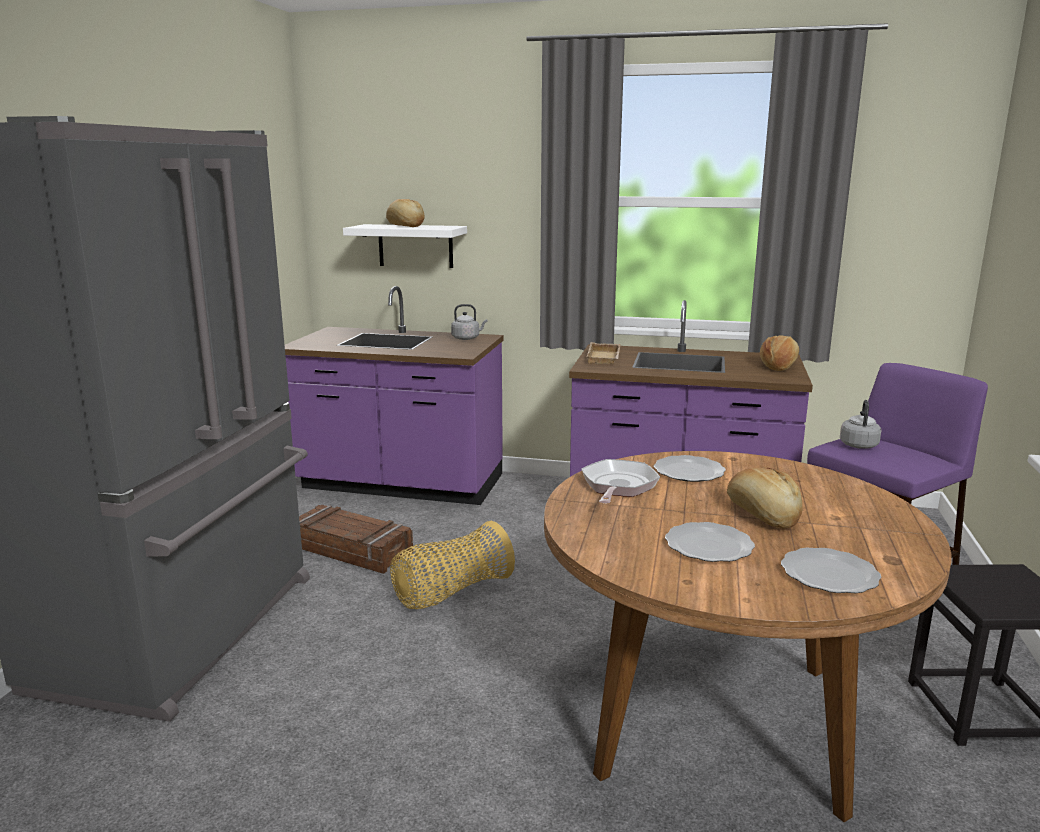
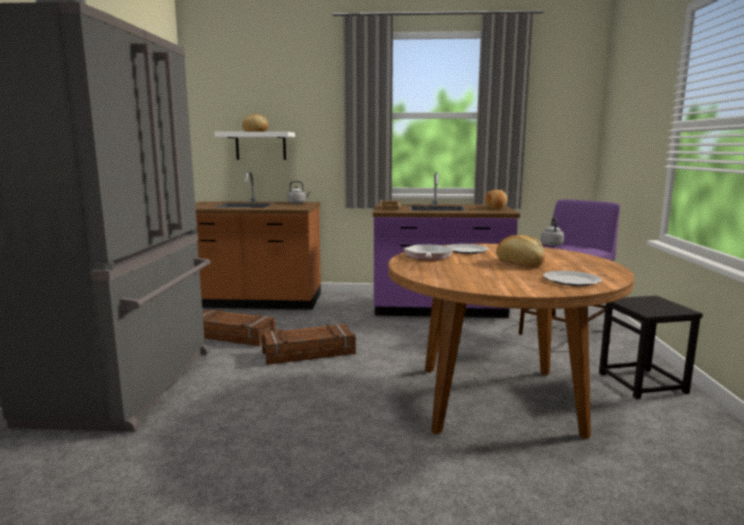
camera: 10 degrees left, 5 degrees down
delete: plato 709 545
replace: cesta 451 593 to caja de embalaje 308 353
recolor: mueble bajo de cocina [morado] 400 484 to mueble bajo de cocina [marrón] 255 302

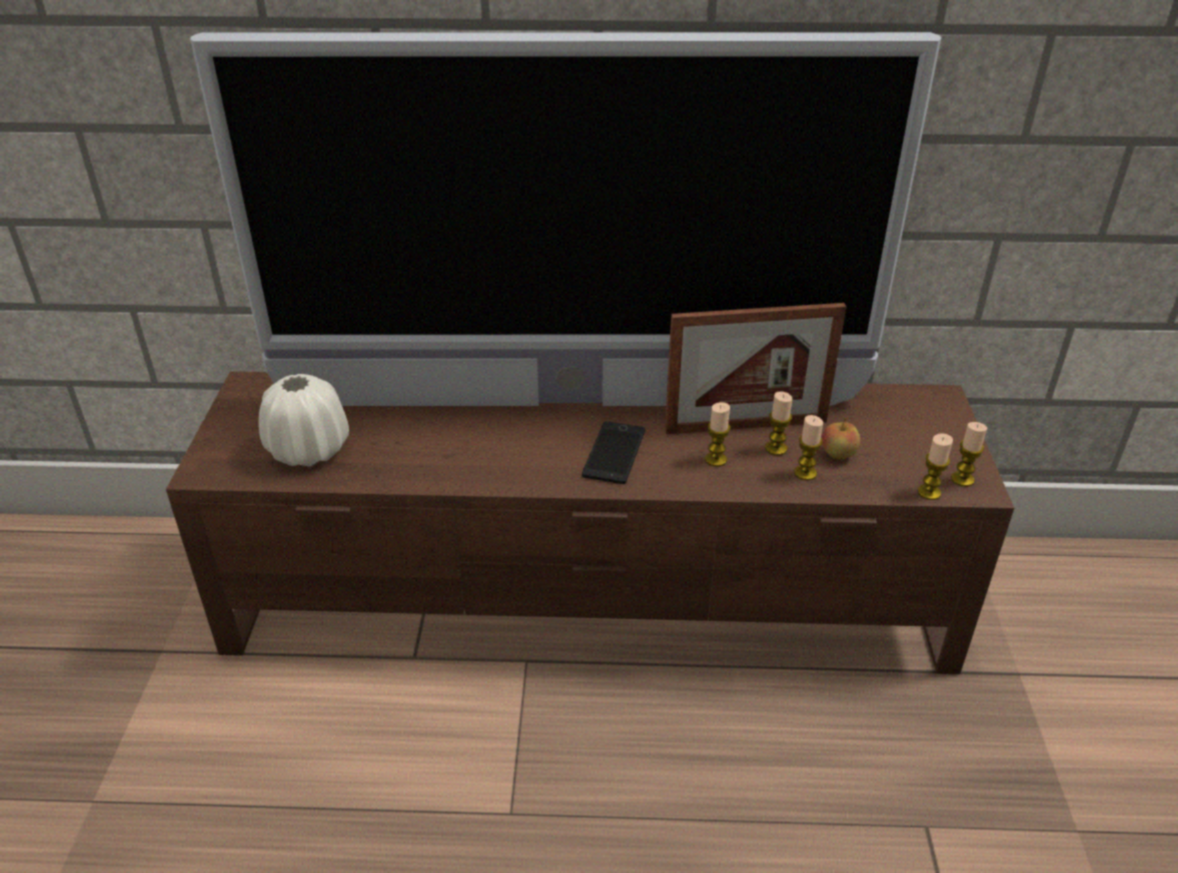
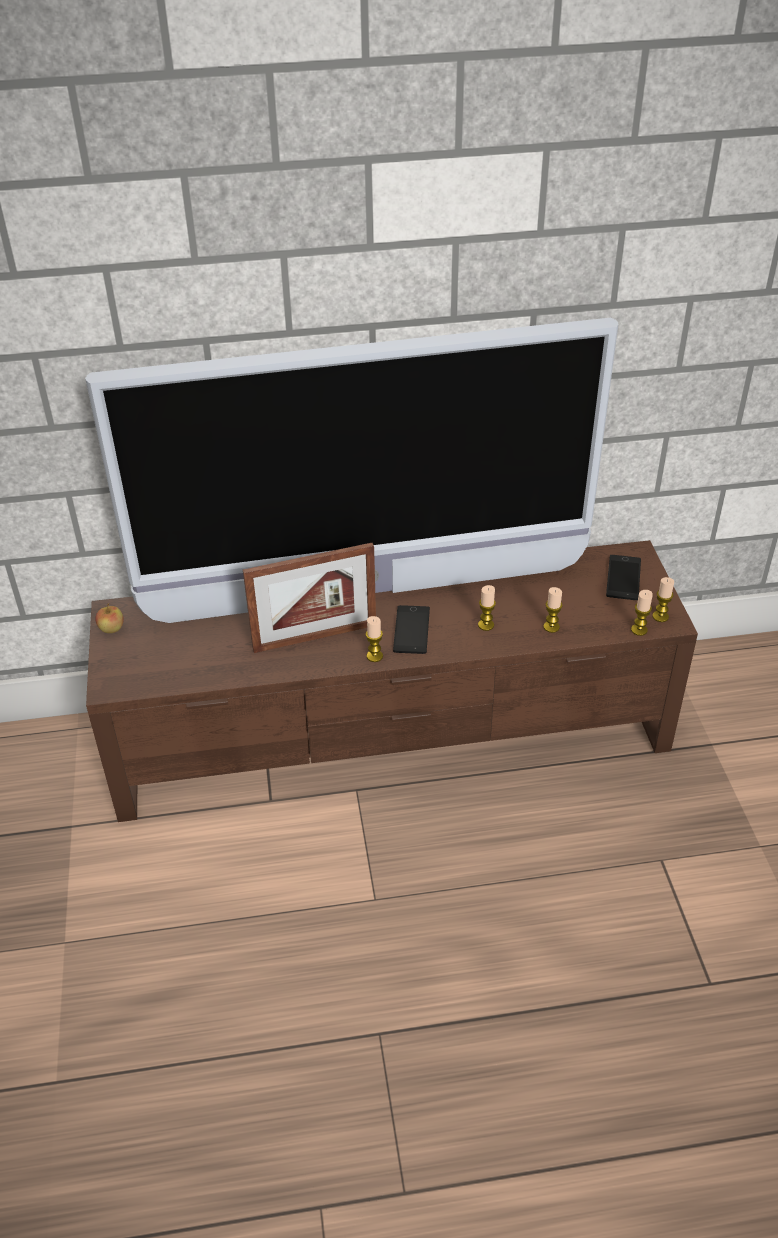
camera: 10 degrees left, 5 degrees up
delete: florero [blanco] 308 450
insert: móvil 623 578
move: portarretratos 746 426 to 315 637; vela 776 448 to 374 656; manzana 838 454 to 111 629

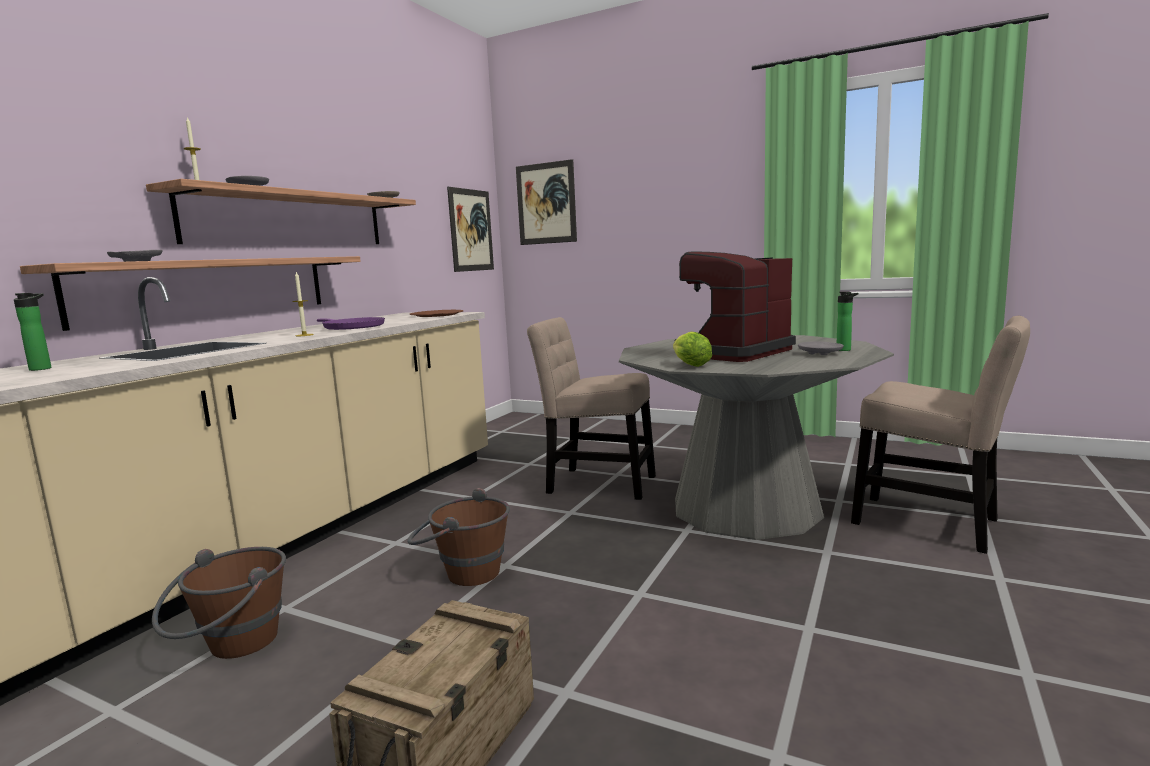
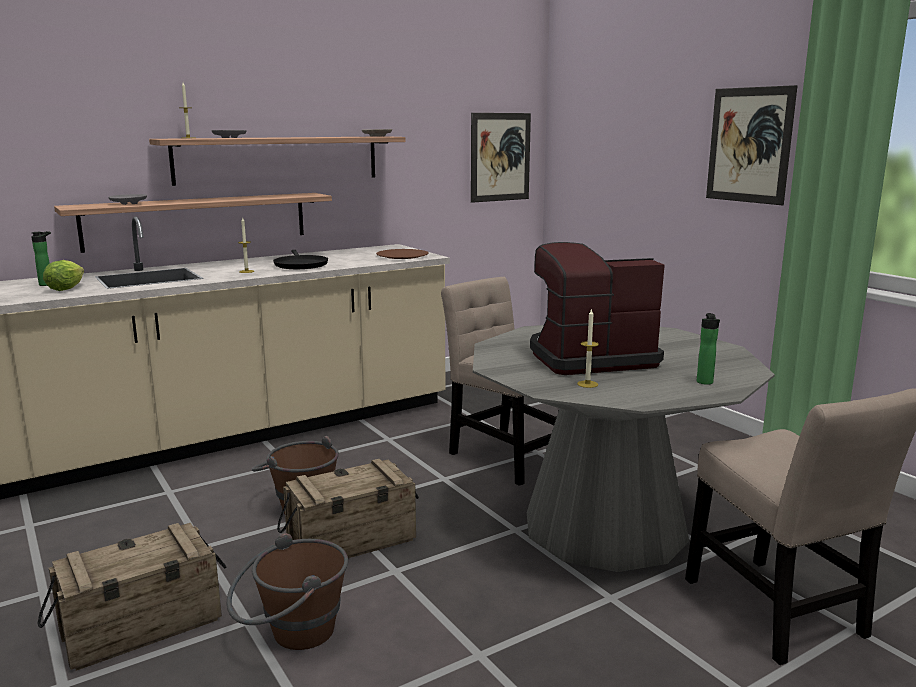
camera: 30 degrees right, 5 degrees up
delete: plato [gris] 820 353
insert: caja de embalaje 352 542; vela 587 384
move: cubo [marrón] 232 647 to 291 635; cuadro 546 203 to 749 145; lechuga 689 365 to 68 288
recolor: sartén [morado] 351 327 to sartén [negro] 300 265

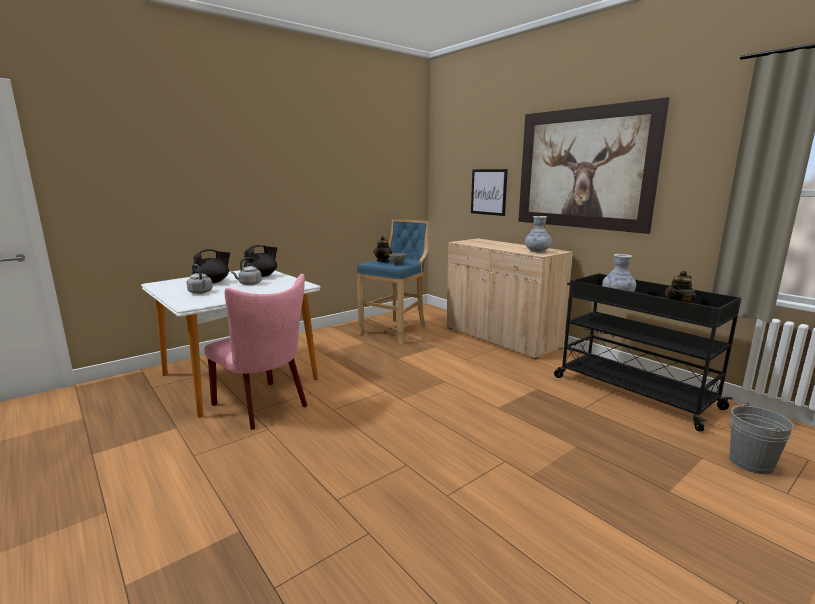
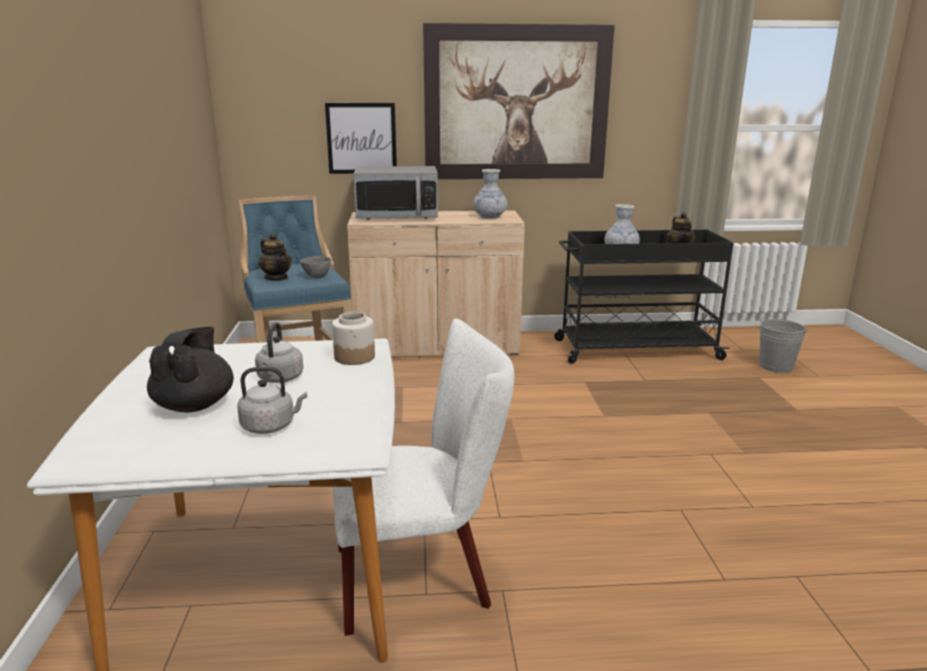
camera: 55 degrees left, 5 degrees up
delete: tetera [negro] 262 276
insert: tarro 355 357; microondas 397 216
recolor: silla [rosa] 264 406 to silla [blanco] 422 576

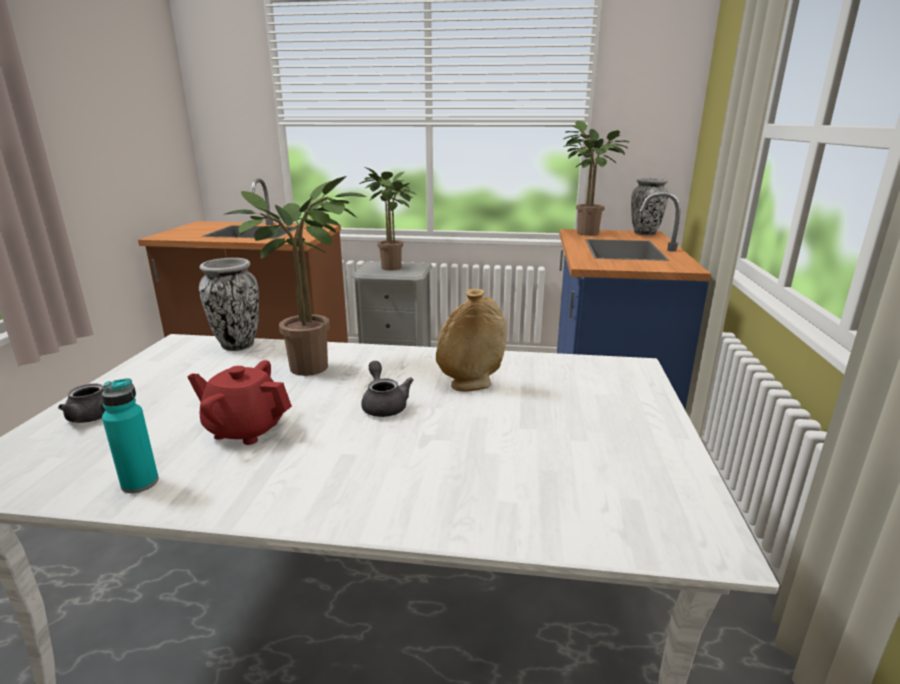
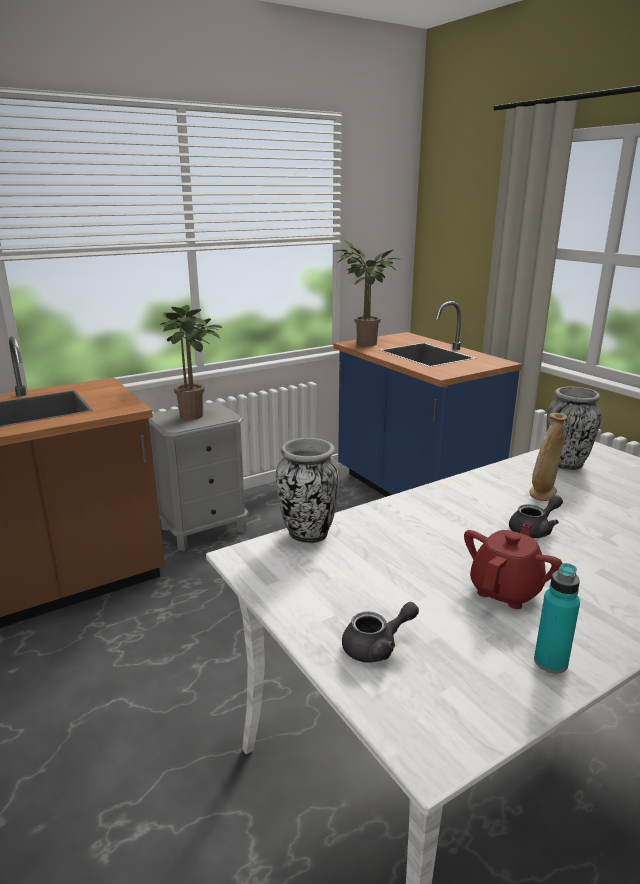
camera: 40 degrees left, 0 degrees up
delete: planta en maceta 315 365
move: florero 645 233 to 565 464
rotate: tetera [rojo] 245 429 = 506 590 150 degrees clockwise; tetera [gris] 384 405 = 534 530 120 degrees clockwise

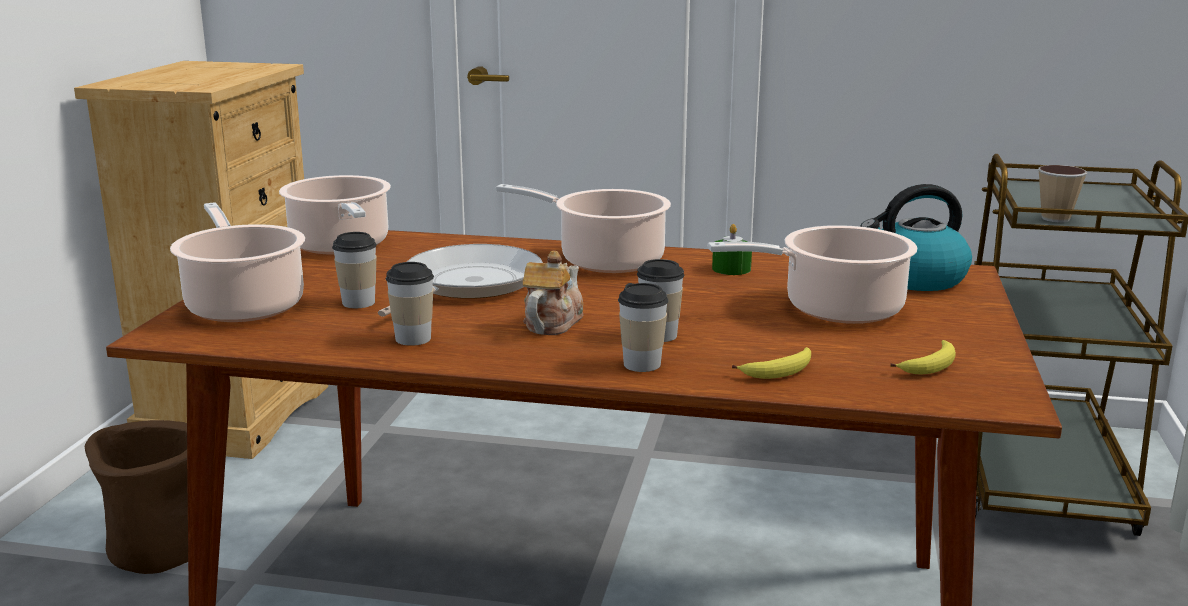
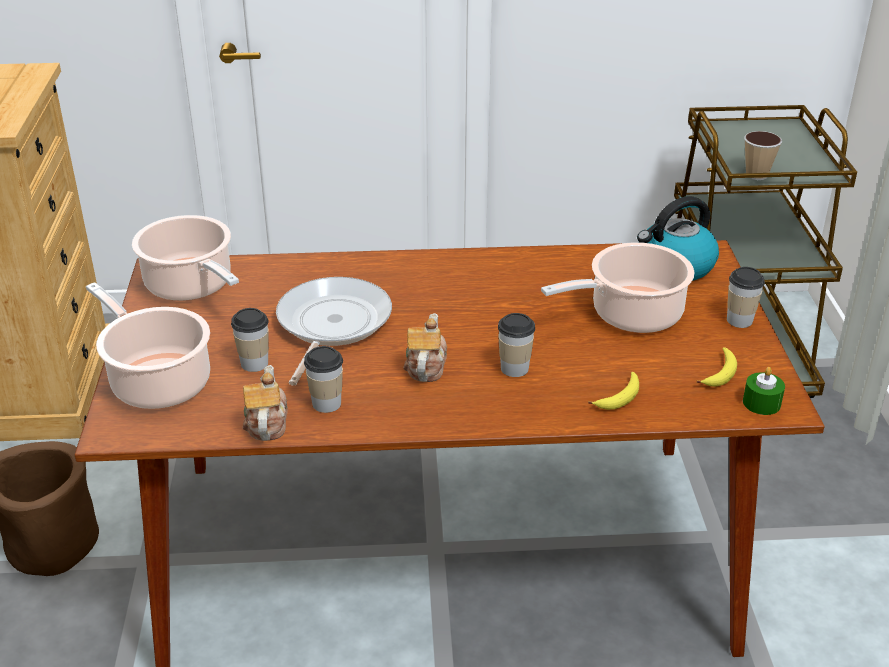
camera: 15 degrees left, 15 degrees up
delete: olla 604 260
insert: tetera 266 422
move: taza 642 364 to 739 320; vela [verde] 731 269 to 761 403

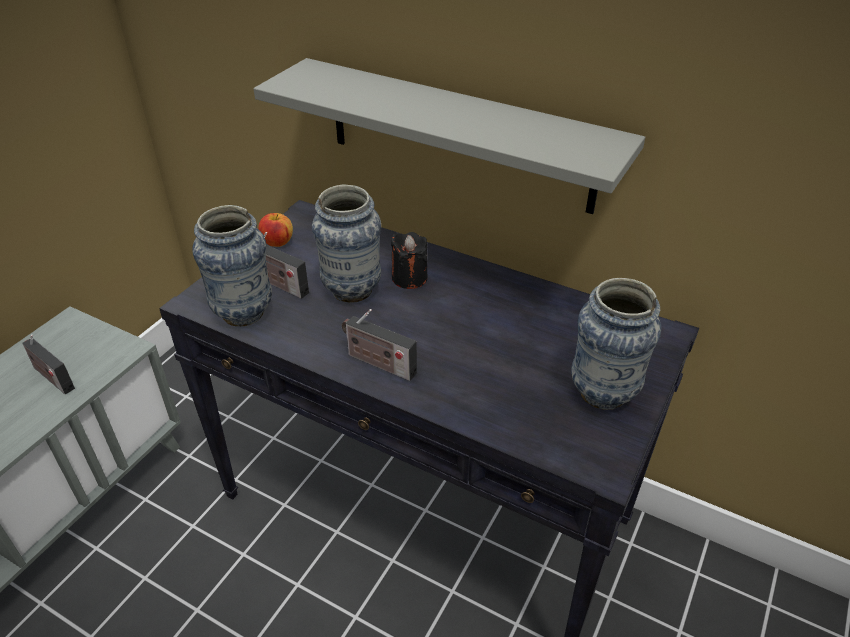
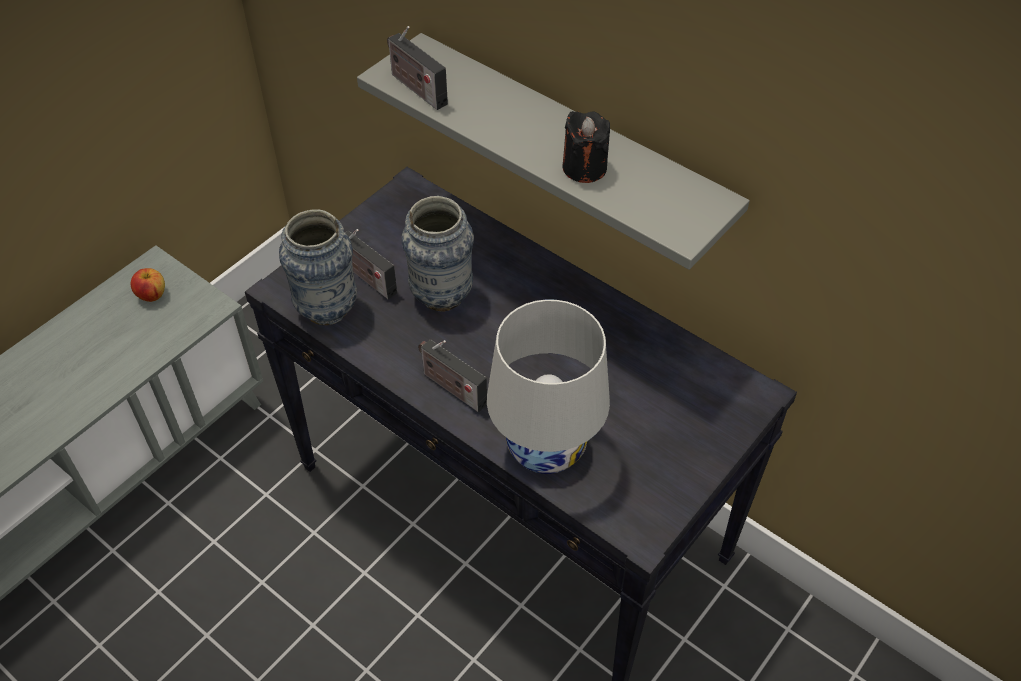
camera: 10 degrees right, 10 degrees up
delete: florero 603 393
insert: lámpara de mesa [blanco] 546 448
move: radio 51 377 to 416 88; manzana 277 242 to 152 295; vela [negro] 409 278 to 584 168

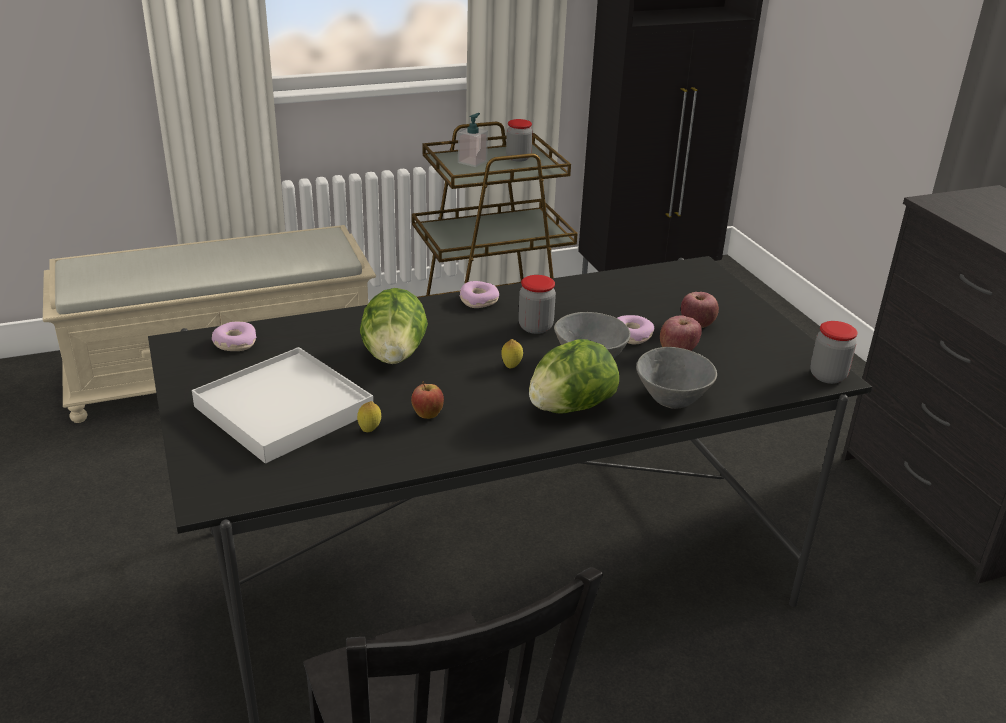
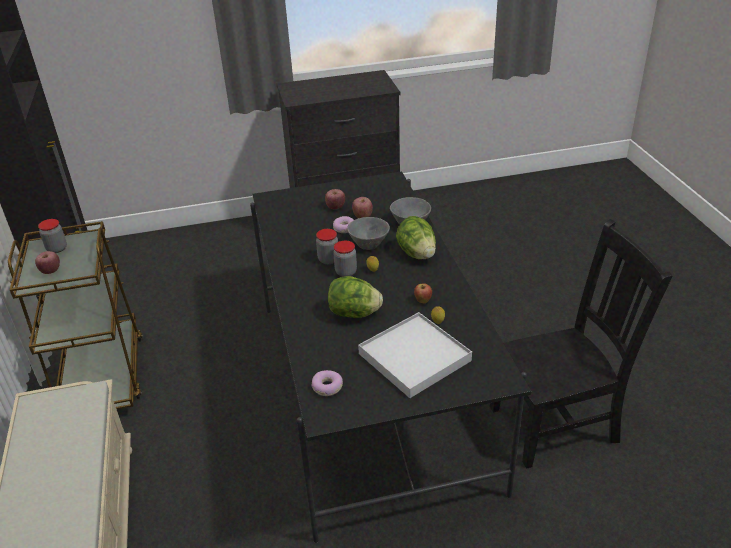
camera: 80 degrees left, 5 degrees up
delete: rosquilla 479 301
move: tarro 827 376 to 346 272
replace: dispensador de jabón 472 162 to manzana 51 271

